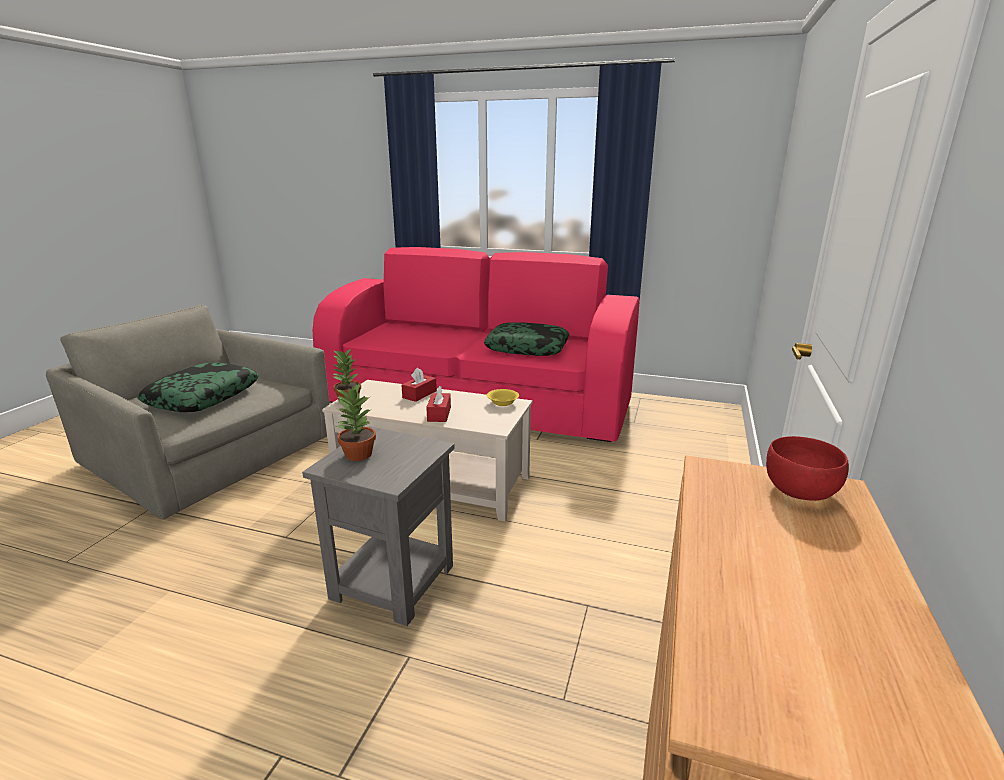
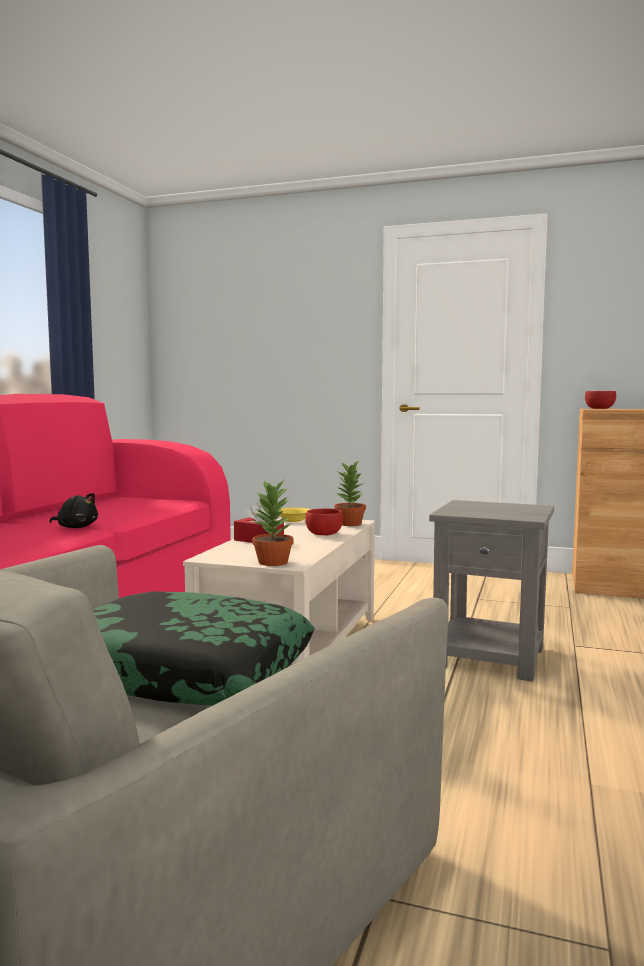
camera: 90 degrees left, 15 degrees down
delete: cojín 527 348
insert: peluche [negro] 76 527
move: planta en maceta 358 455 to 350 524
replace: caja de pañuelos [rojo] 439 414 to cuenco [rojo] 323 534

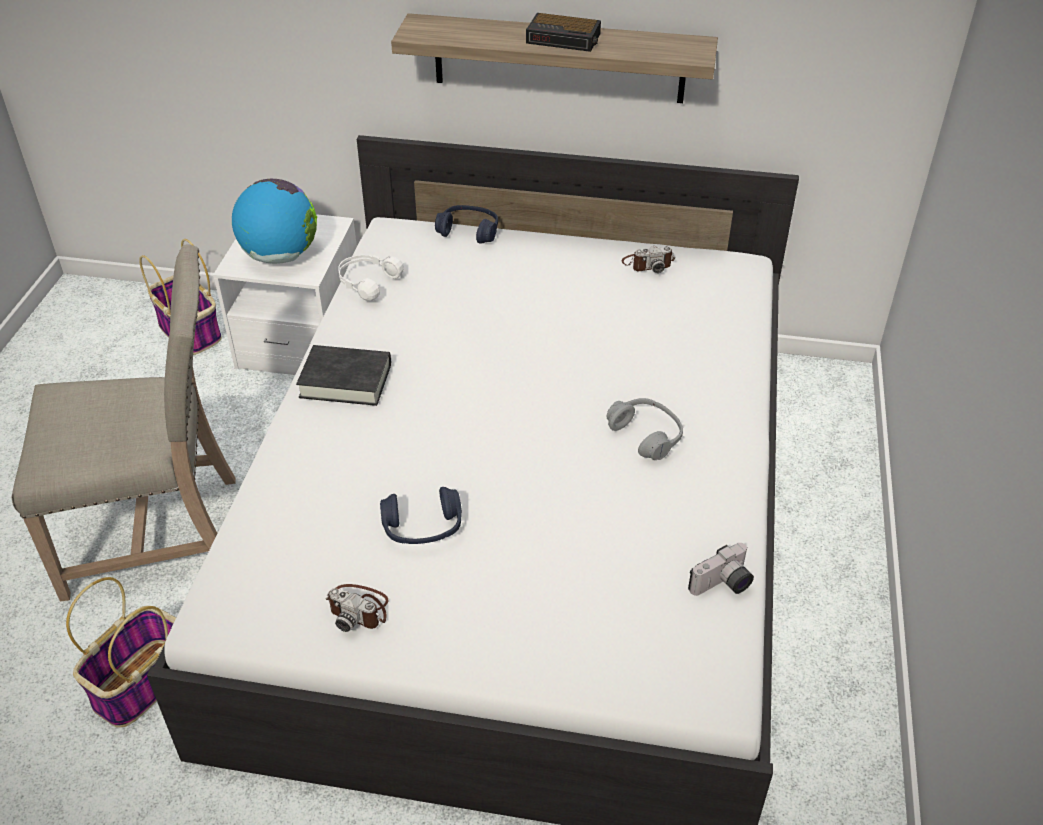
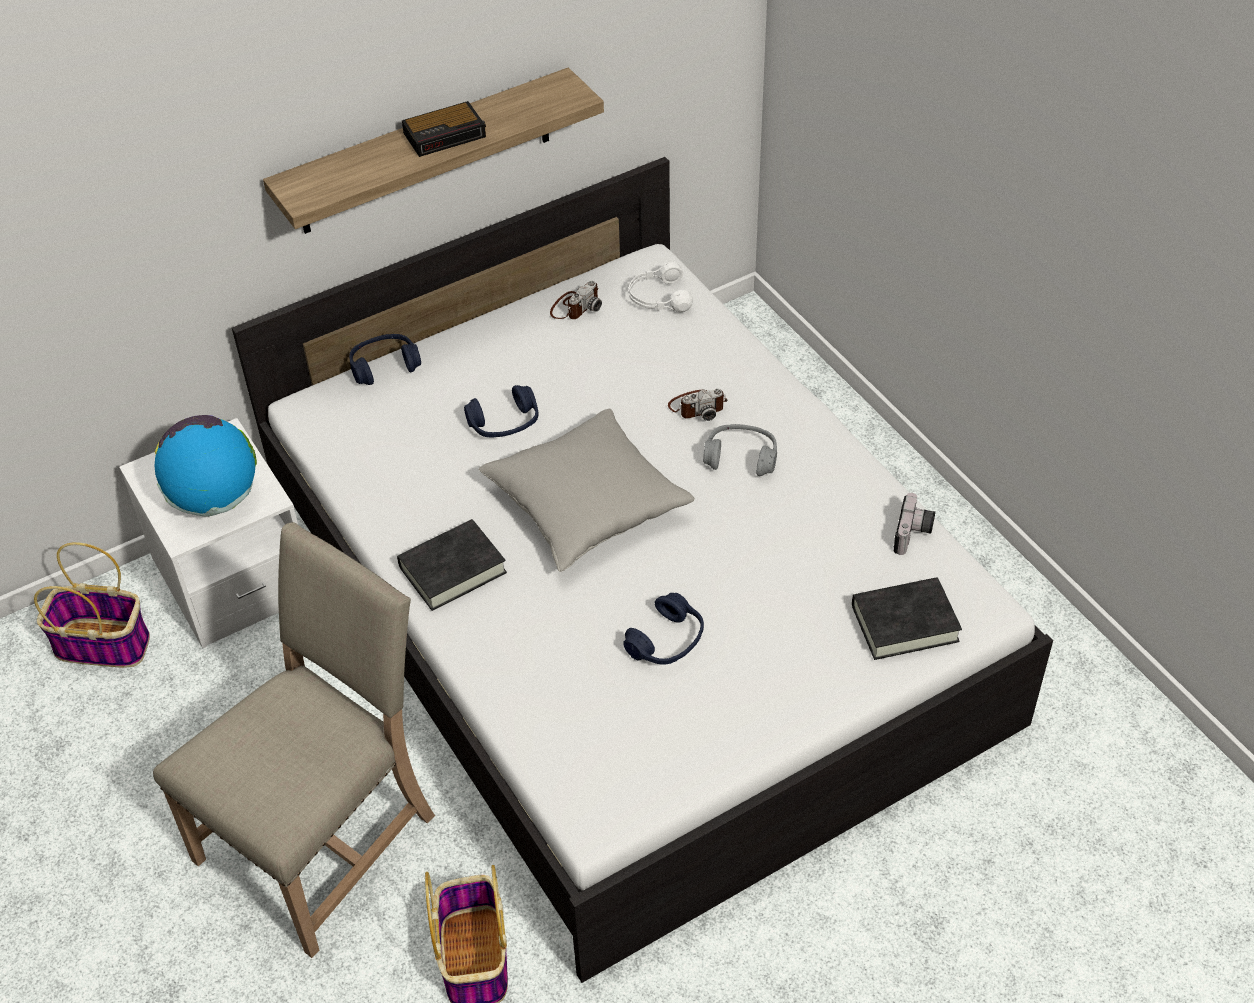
camera: 40 degrees left, 5 degrees up
insert: auriculares [azul] 504 423; cojín [gris] 586 504; libro [negro] 904 623
move: cámara 359 609 to 697 406; auriculares [blanco] 367 282 to 658 298

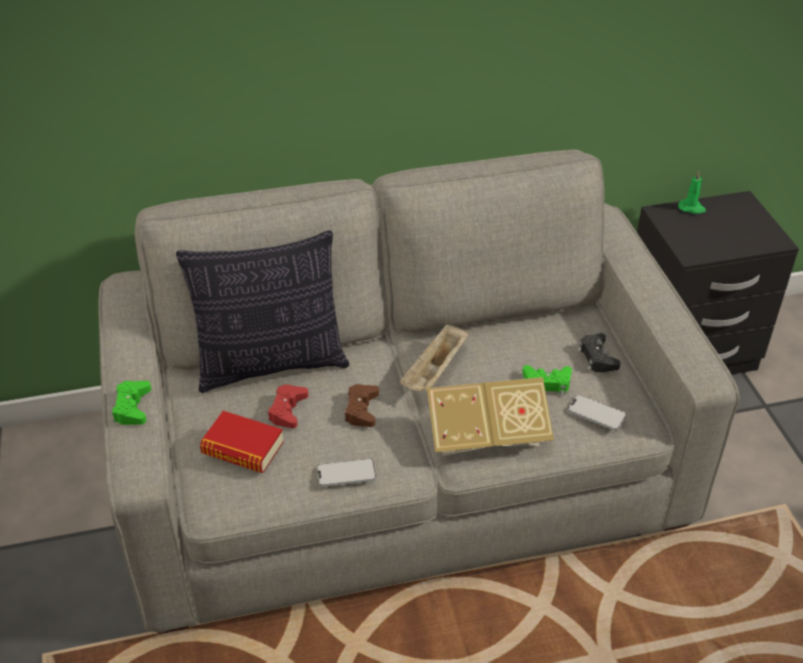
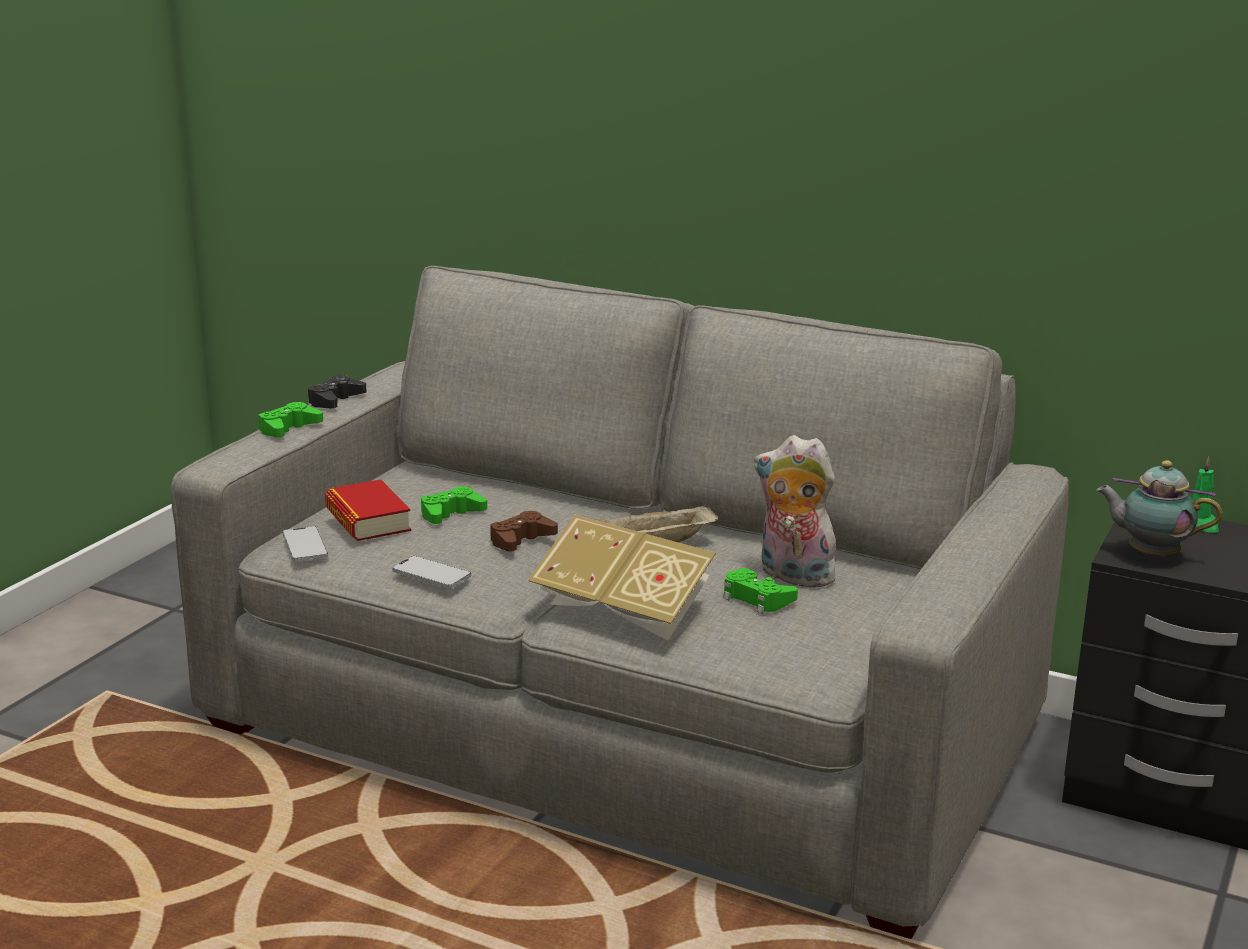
camera: 40 degrees right, 20 degrees down
delete: cojín 272 365
insert: peluche 792 576; tetera 1149 554
move: móvil 596 413 to 305 546; mando de consola [negro] 597 358 to 335 400
recolor: mando de consola [rojo] 287 410 to mando de consola [verde] 451 514

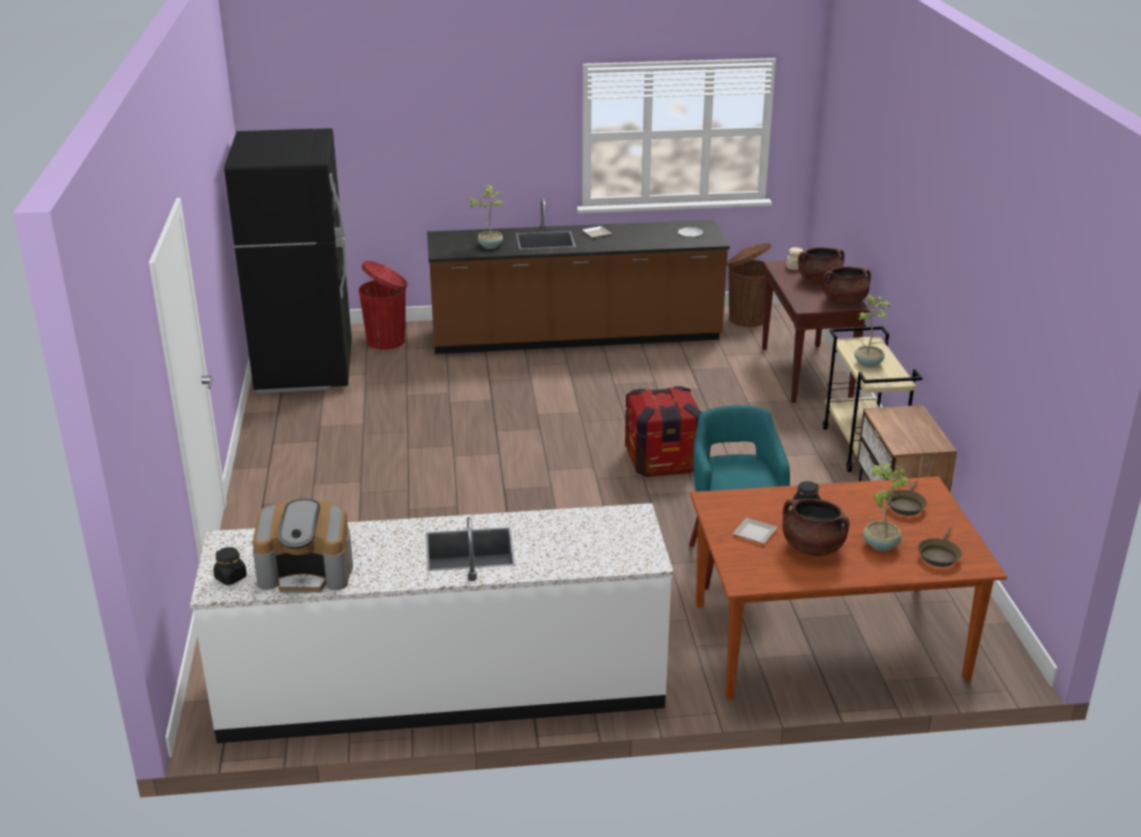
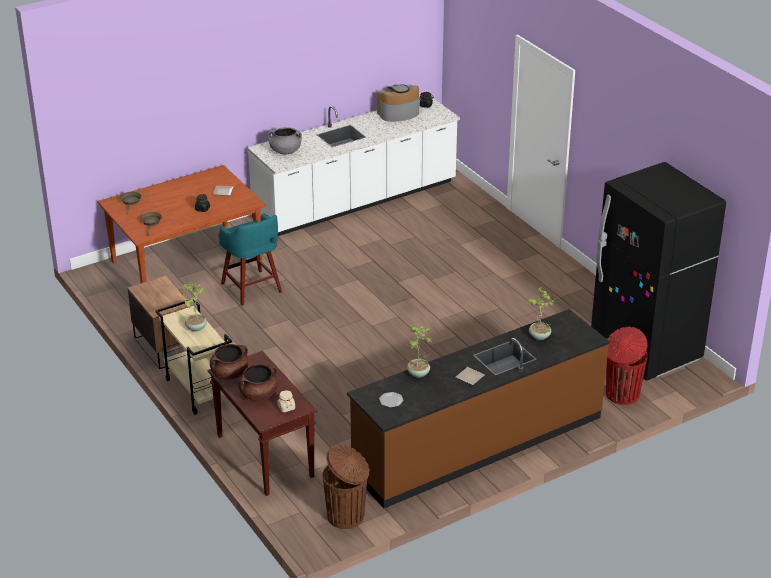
camera: 155 degrees right, 5 degrees up
delete: caja de embalaje 662 460; olla [marrón] 812 547
insert: olla [gris] 285 151
move: planta en maceta 879 545 to 419 373

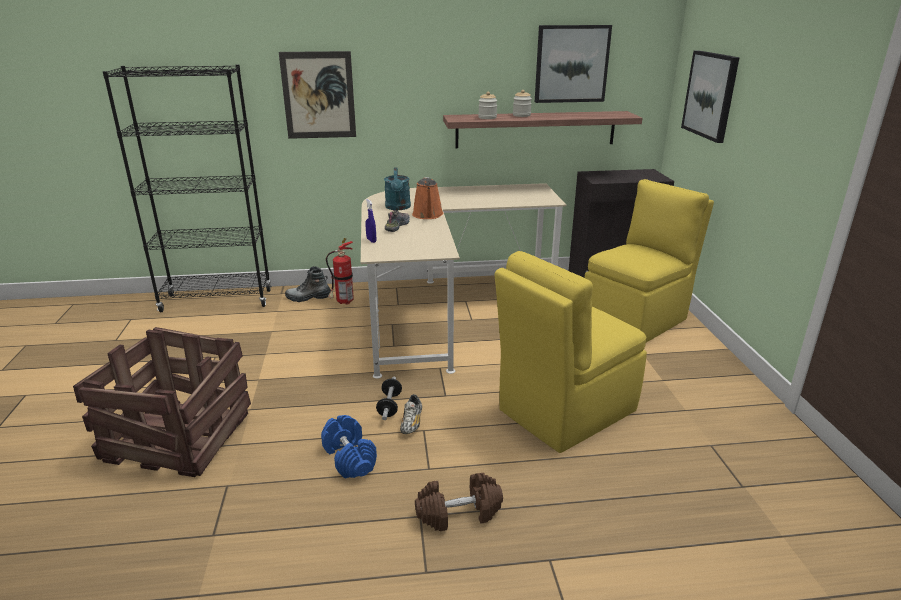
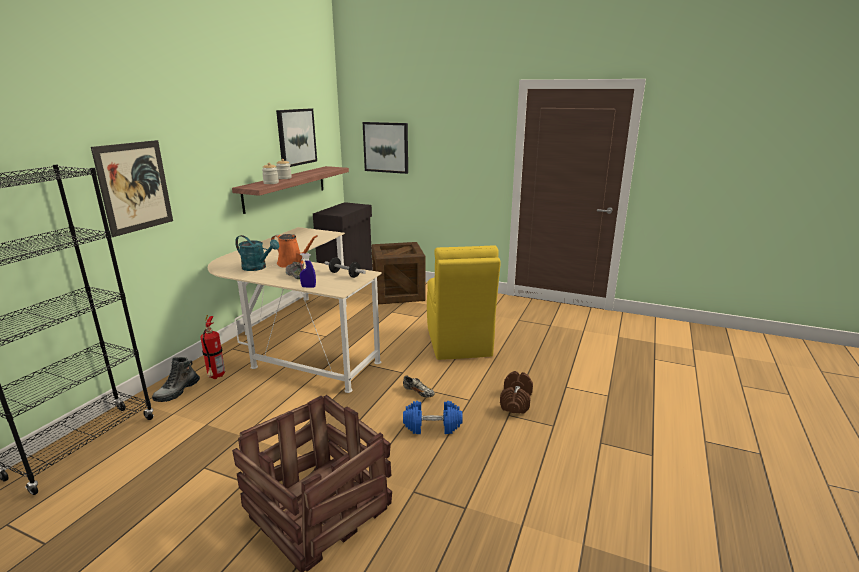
camera: 60 degrees left, 5 degrees down
move: mancuerna 389 406 to 345 274
replace: silla [amarillo] 636 320 to caja de embalaje 398 294

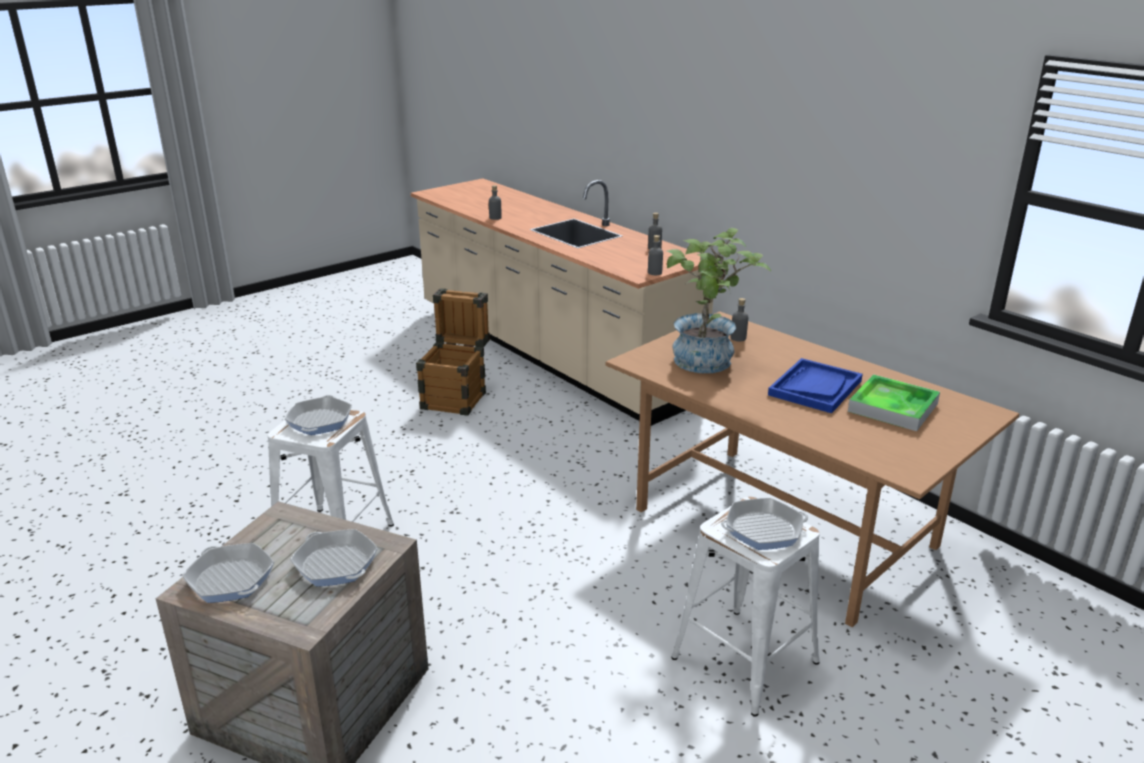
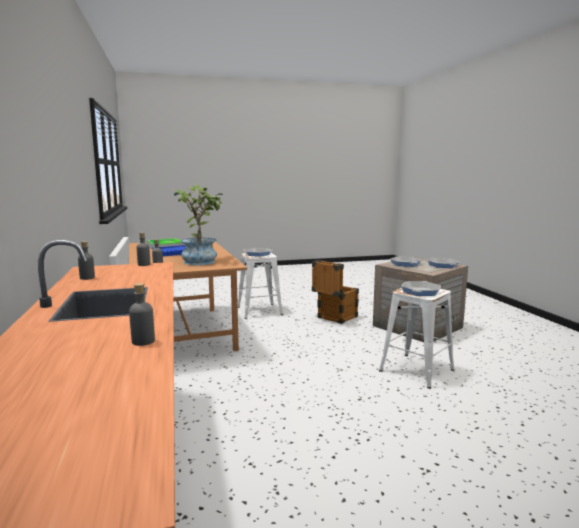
camera: 155 degrees left, 15 degrees down
move: caja de embalaje 457 397 to 334 318

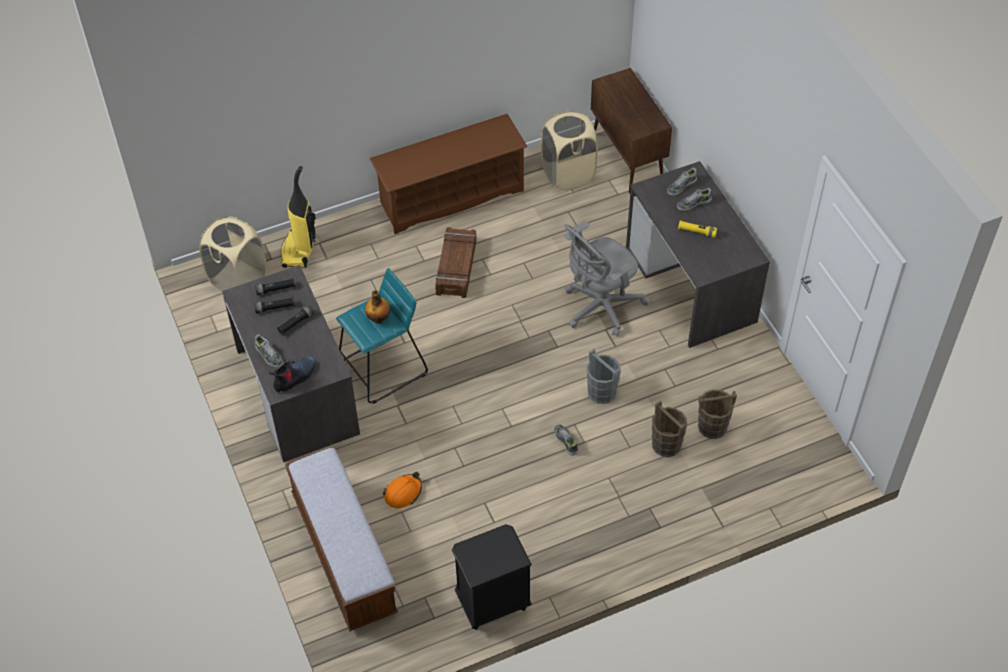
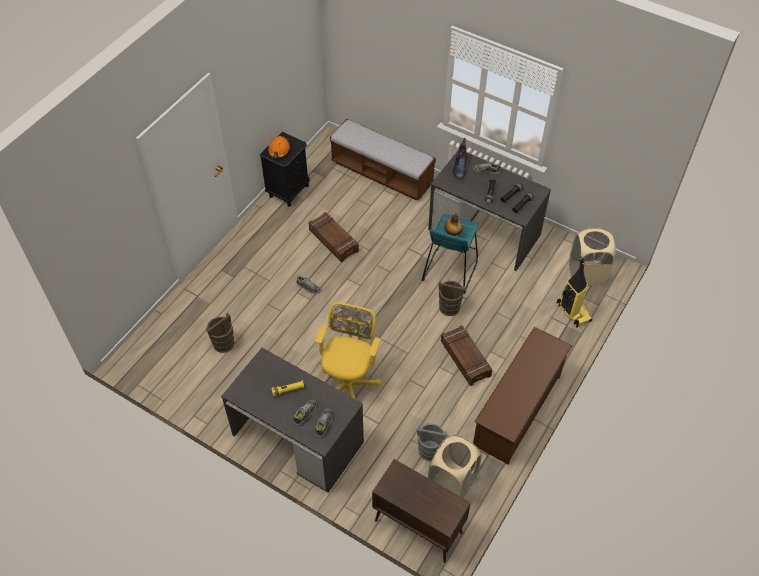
camera: 145 degrees right, 0 degrees up
insert: caja de embalaje 334 240
move: casco [naranja] 403 493 to 279 150; cubo [gris] 602 392 to 429 450; cubo [marrón] 666 444 to 449 307
recolor: silla de oficina [gris] 600 307 to silla de oficina [amarillo] 348 384

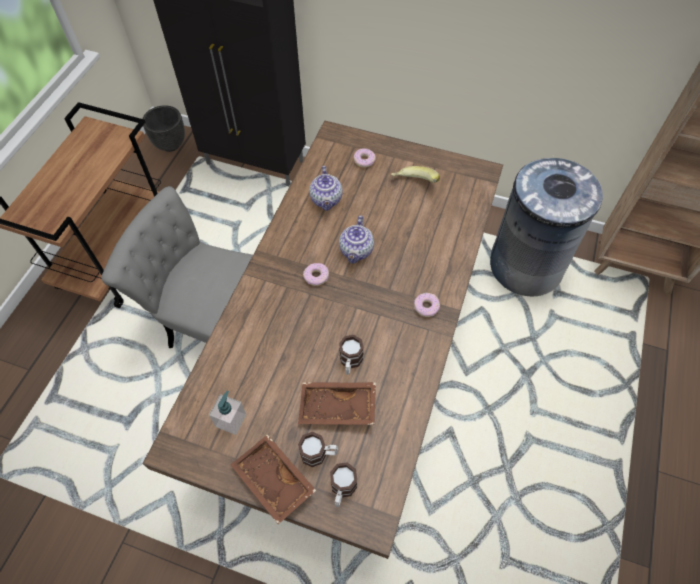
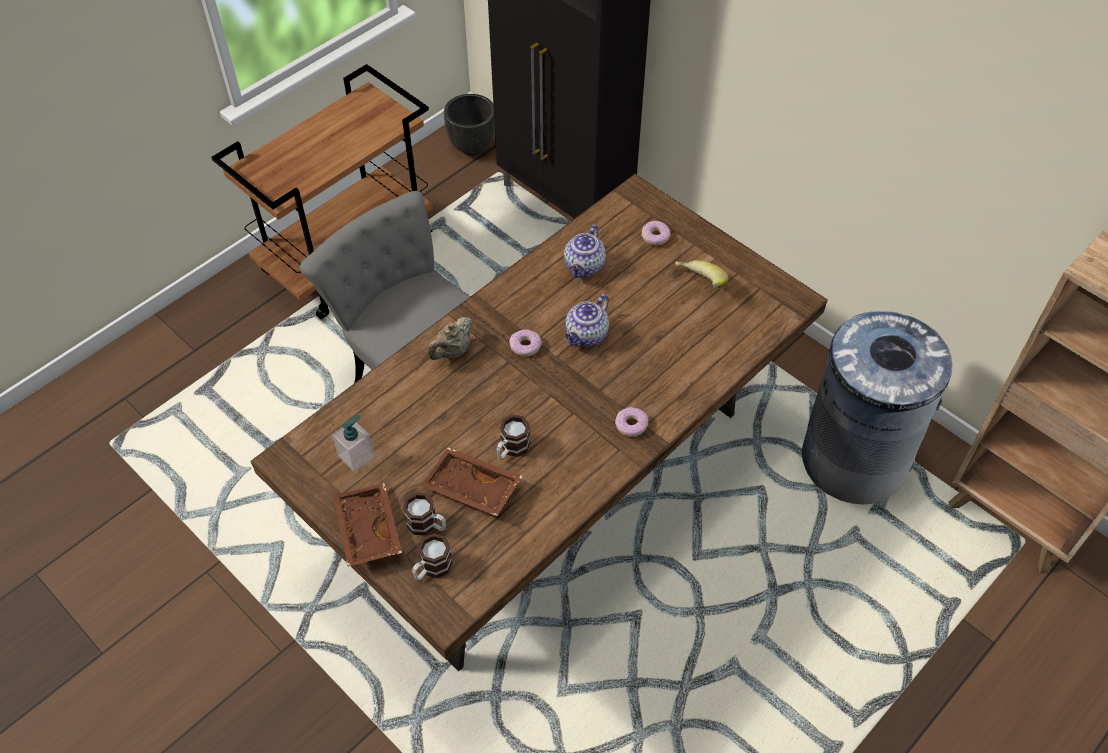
camera: 25 degrees right, 5 degrees down
insert: tetera [beis] 452 351

